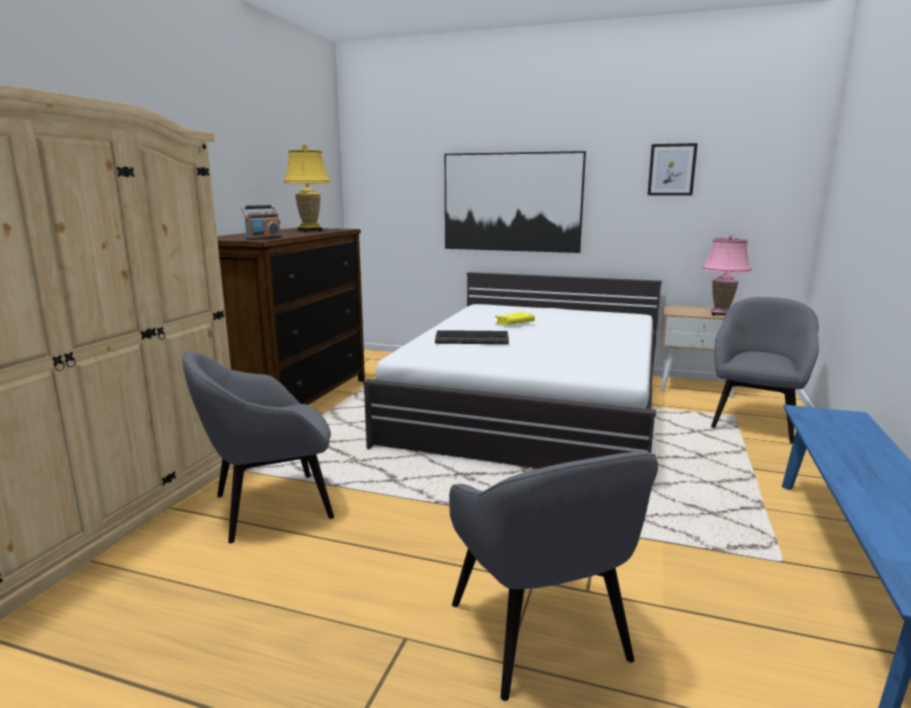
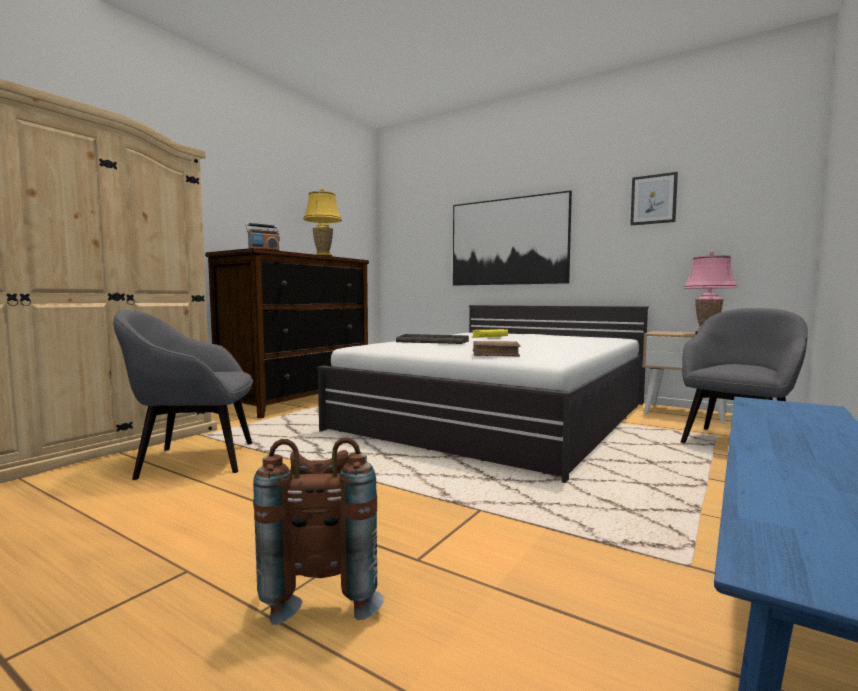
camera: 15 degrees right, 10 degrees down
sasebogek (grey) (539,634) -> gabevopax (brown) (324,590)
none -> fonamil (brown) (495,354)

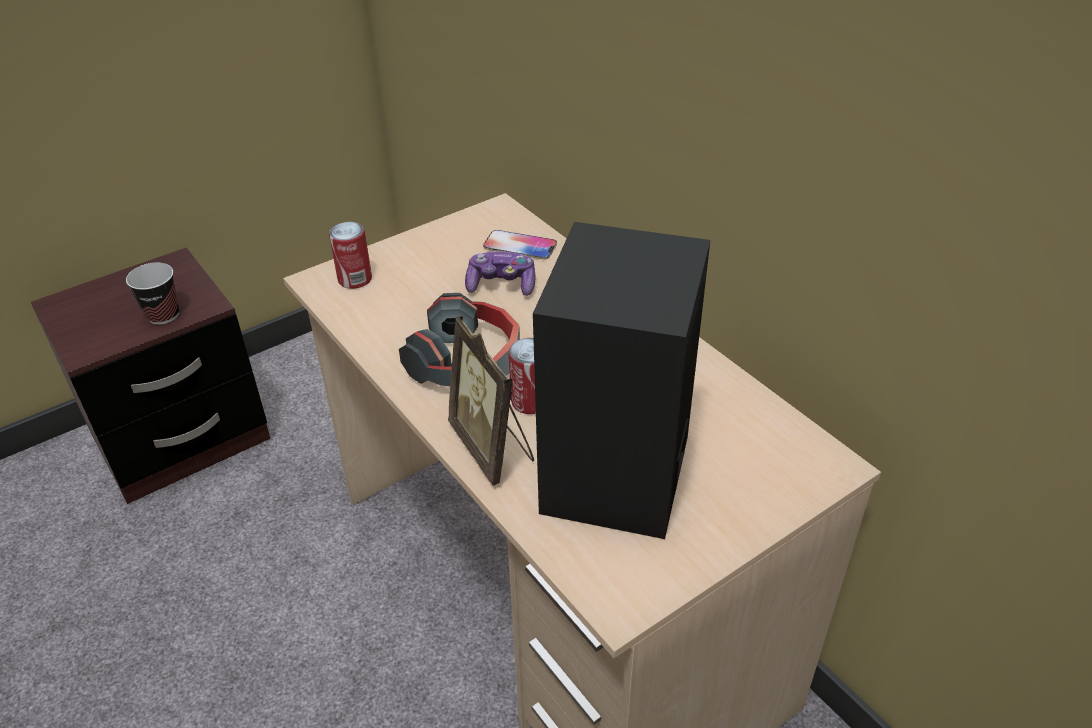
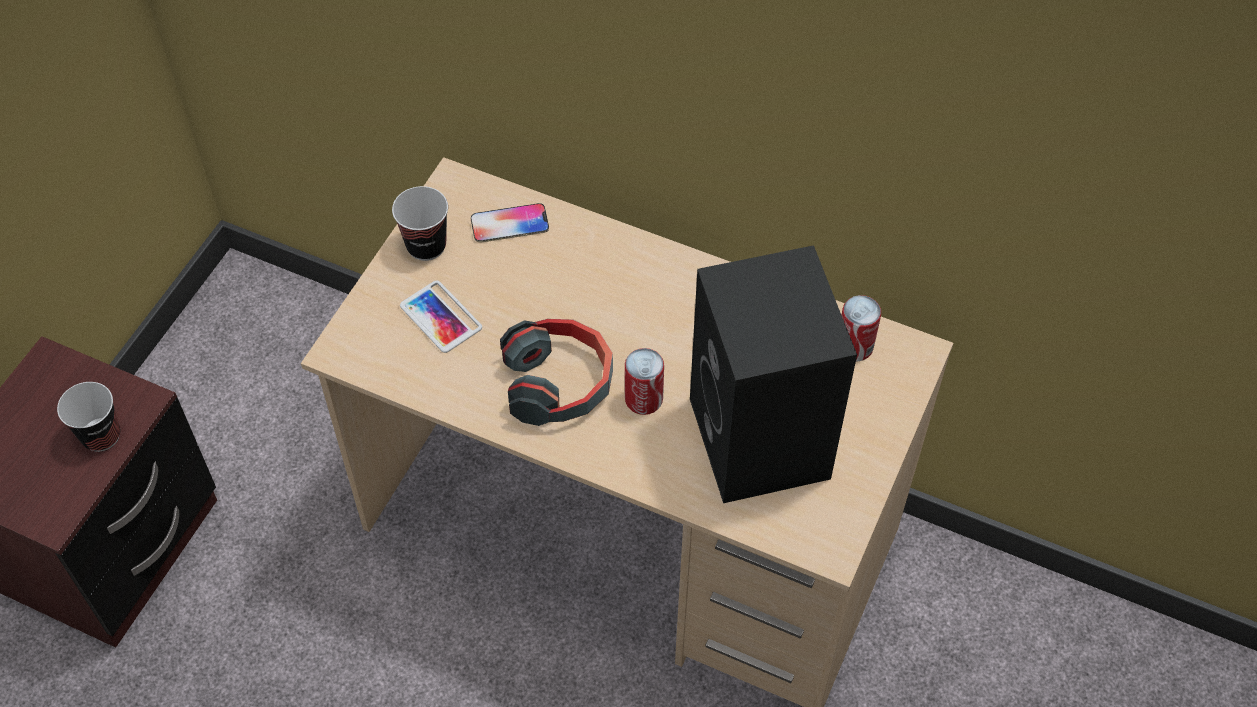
camera: 30 degrees left, 15 degrees up
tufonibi (355,279) -> tufonibi (854,346), shifted
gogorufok (501,285) -> none
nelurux (493,447) -> none
none -> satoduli (426,246)
none -> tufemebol (441,317)

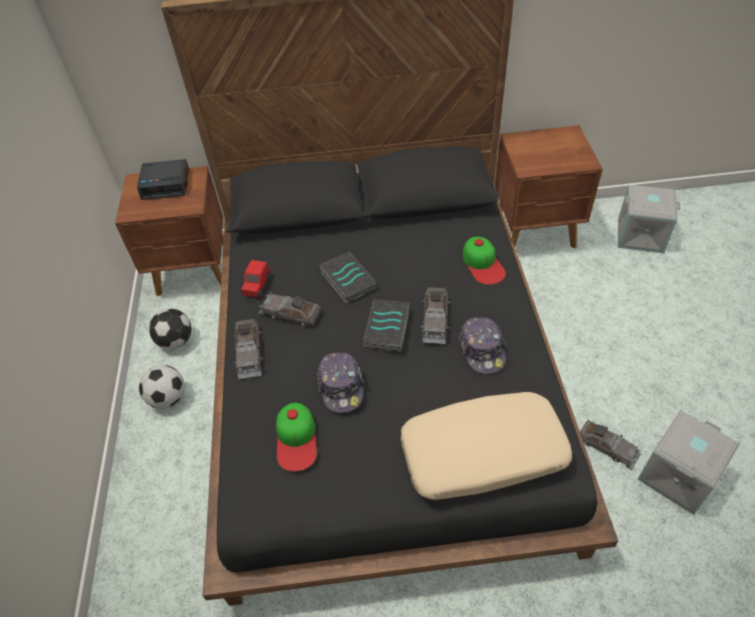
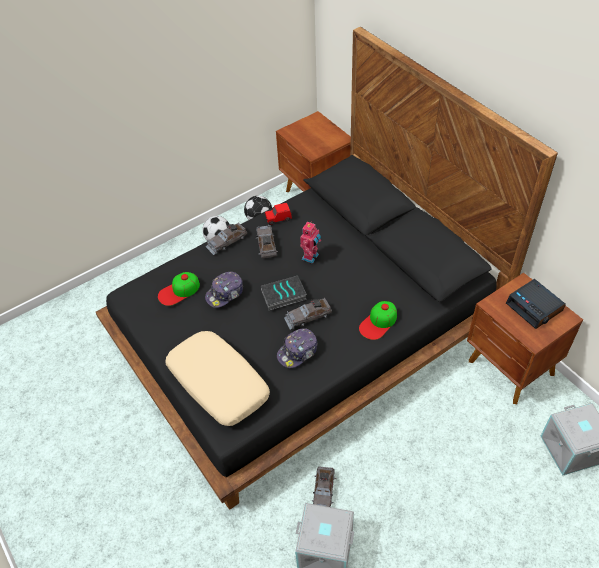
camera: 60 degrees right, 0 degrees up
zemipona (166,184) -> zemipona (534,307), shifted
fonamil (346,280) -> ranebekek (311,257)

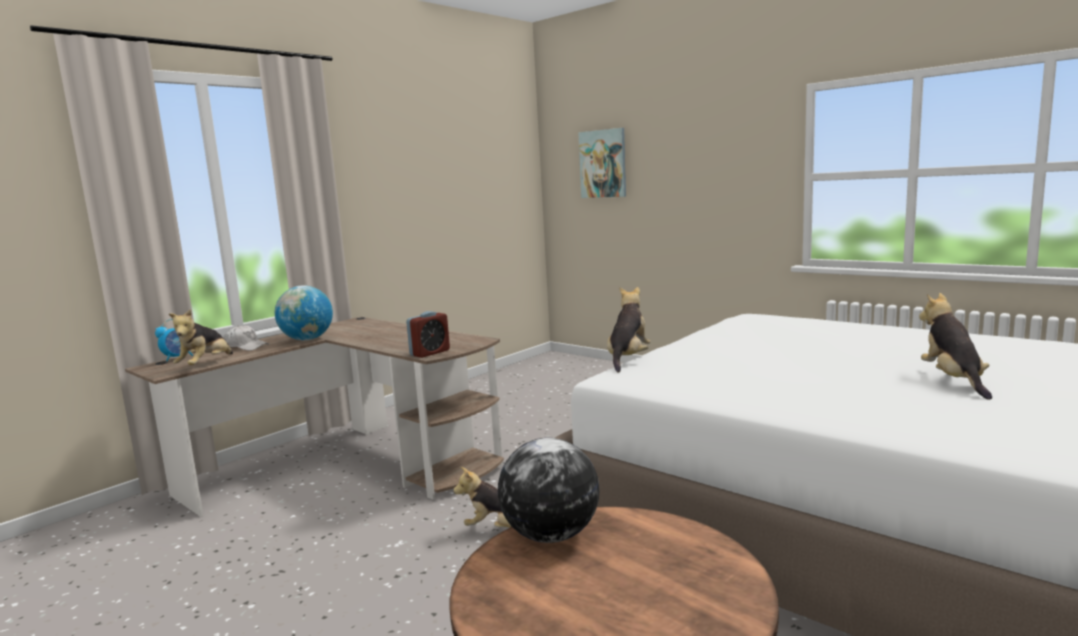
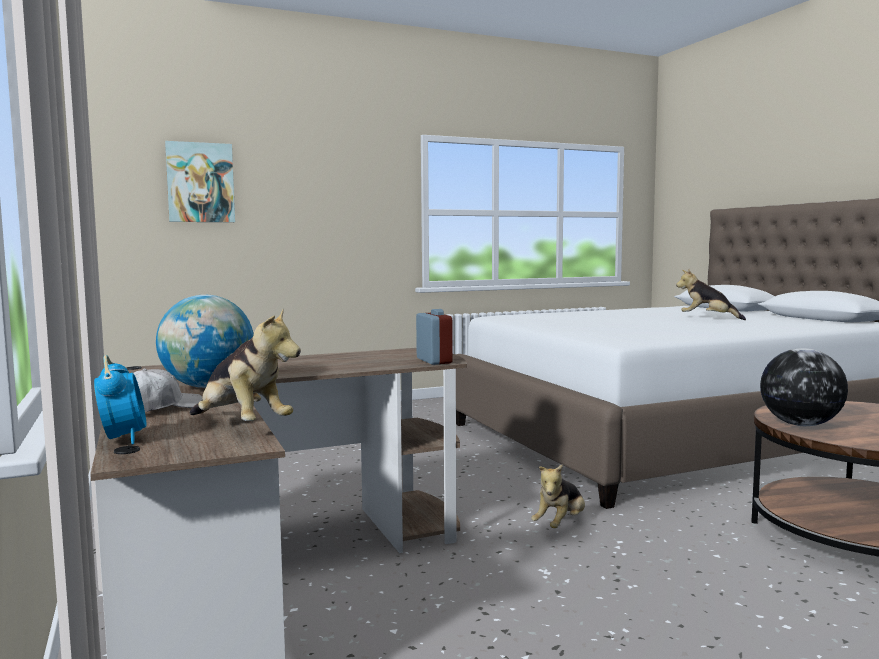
camera: 65 degrees left, 5 degrees down
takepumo (628,359) -> none

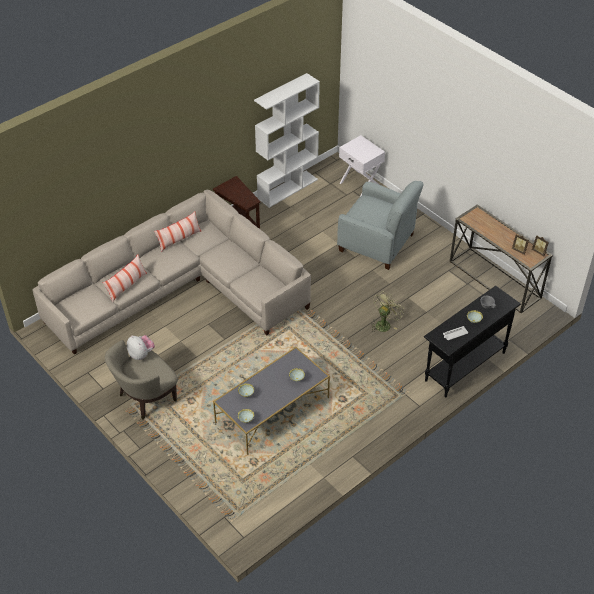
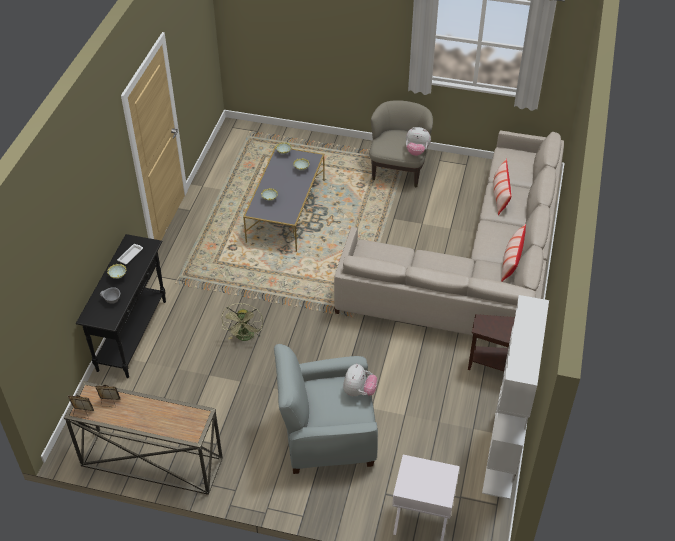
camera: 145 degrees right, 0 degrees up
none -> takepumo (359,391)

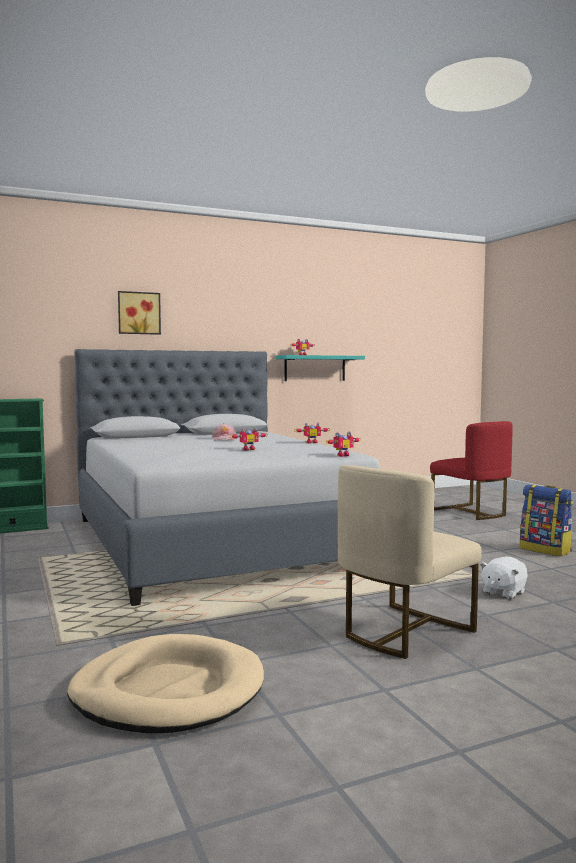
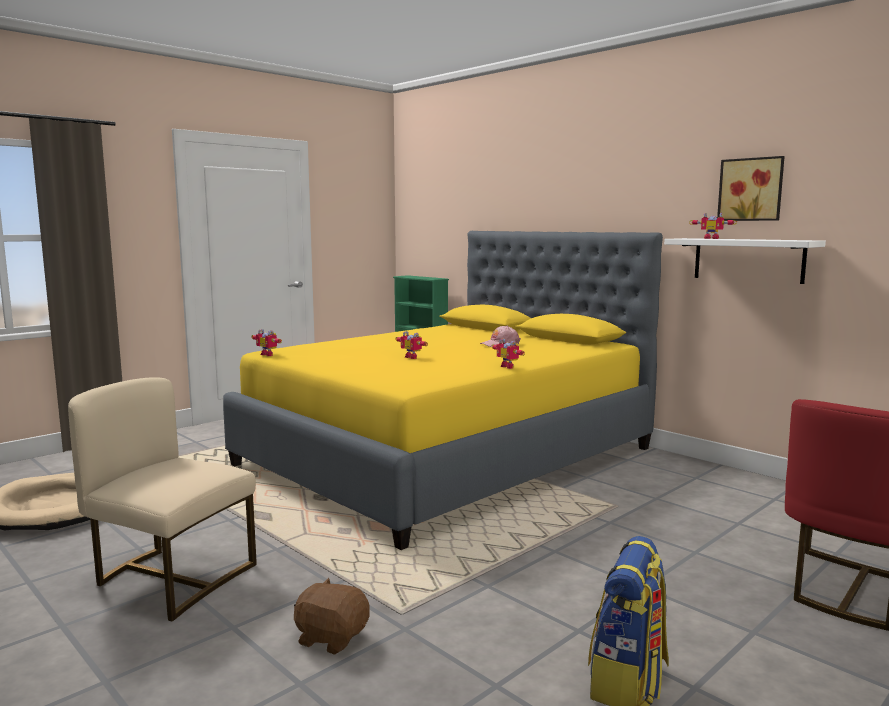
camera: 70 degrees right, 5 degrees up
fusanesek (139,313) -> fusanesek (751,189), shifted
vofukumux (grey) (216,541) -> vofukumux (yellow) (448,456)
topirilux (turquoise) (315,368) -> topirilux (white) (748,260)
ranebekek (341,455) -> ranebekek (269,354), shifted
takepumo (white) (503,592) -> takepumo (brown) (331,637)

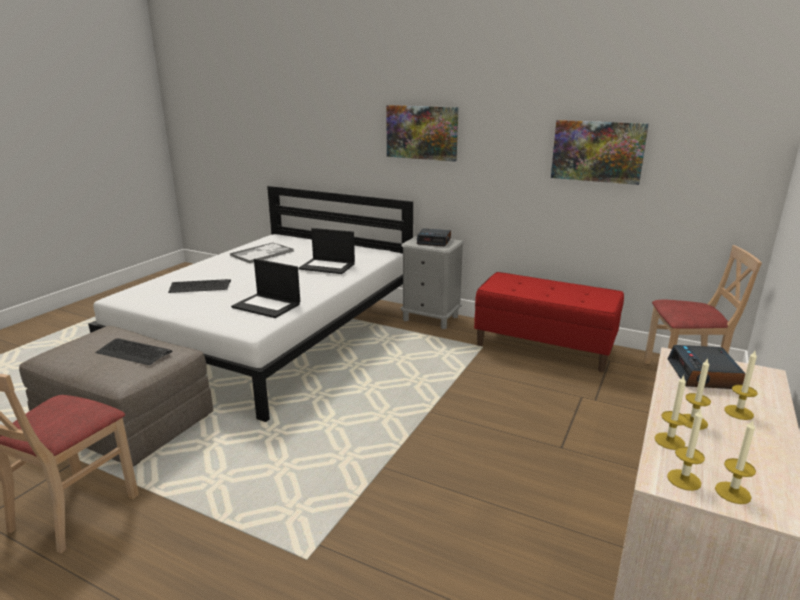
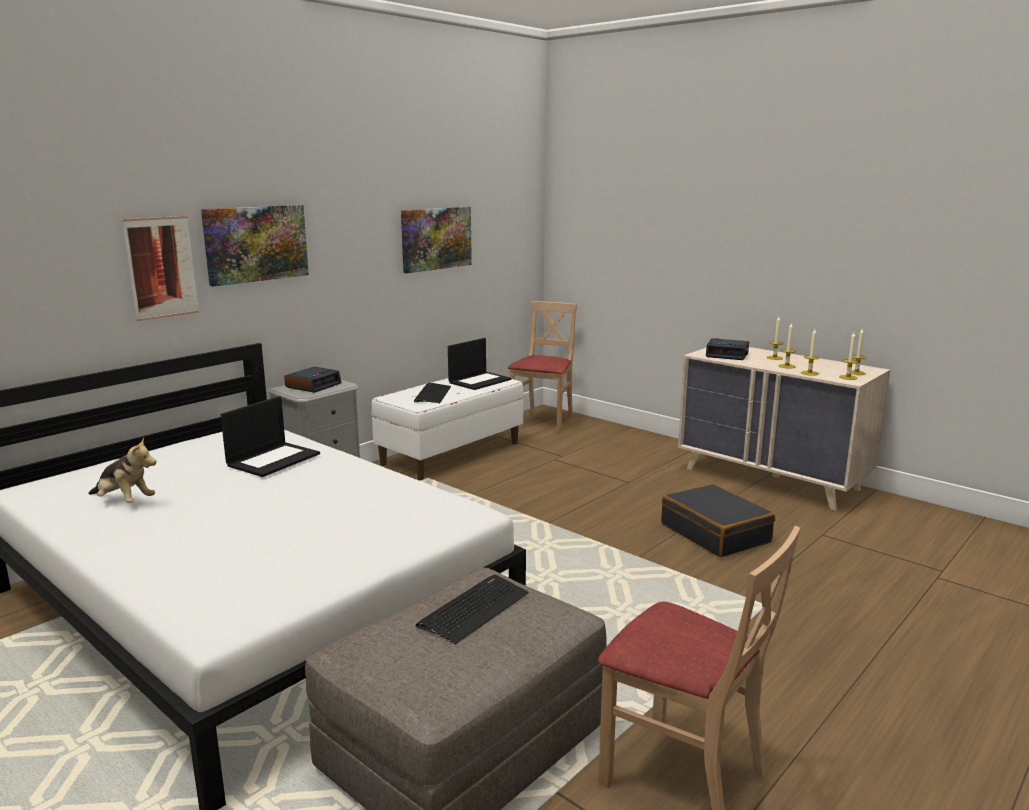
camera: 75 degrees left, 5 degrees down
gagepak (262,253) -> takepumo (124,501)
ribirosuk (267,305) -> ribirosuk (480,381), shifted
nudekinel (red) (544,346) -> nudekinel (white) (451,453)
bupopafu (200,287) -> bupopafu (432,394), shifted
none -> fusanesek (161,267)
none -> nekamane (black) (715,533)

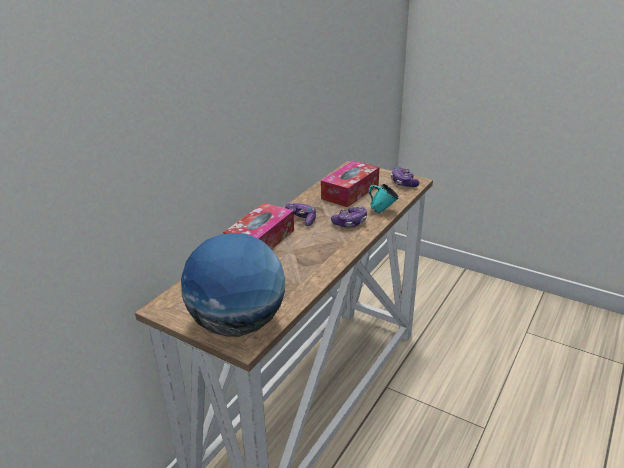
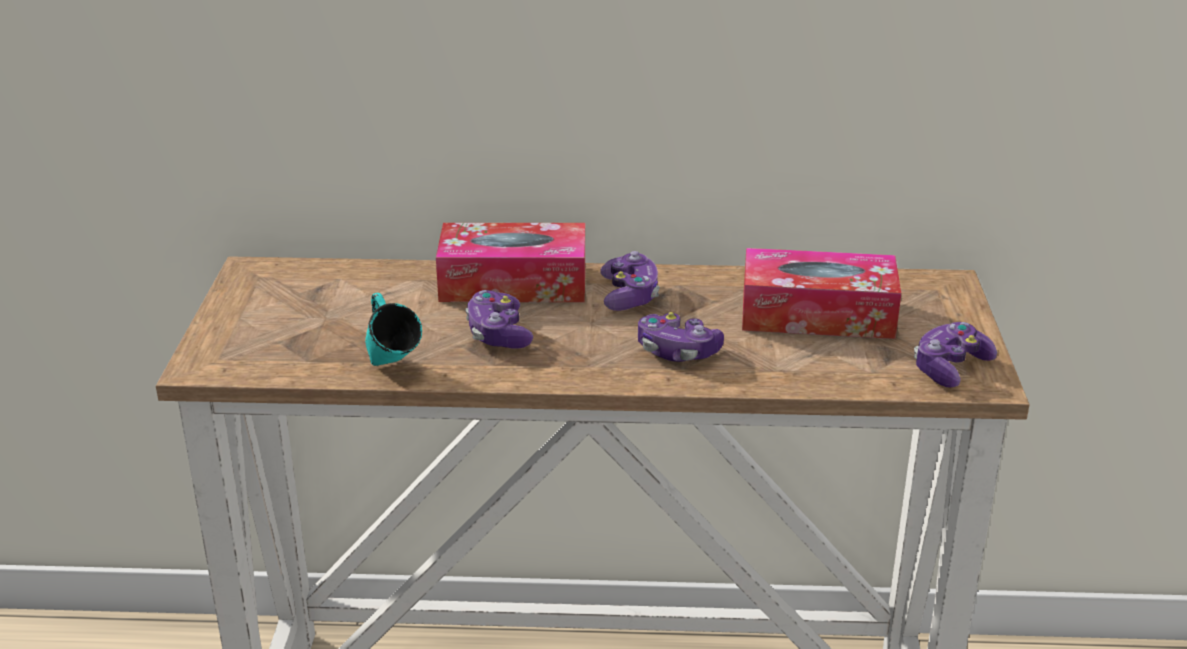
camera: 60 degrees right, 0 degrees up
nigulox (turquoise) (382,211) -> nigulox (turquoise) (392,368), shifted
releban (238,324) -> none
none -> gogorufok (498,334)

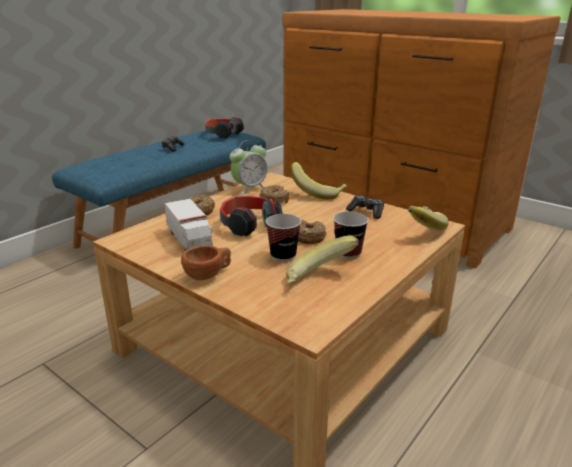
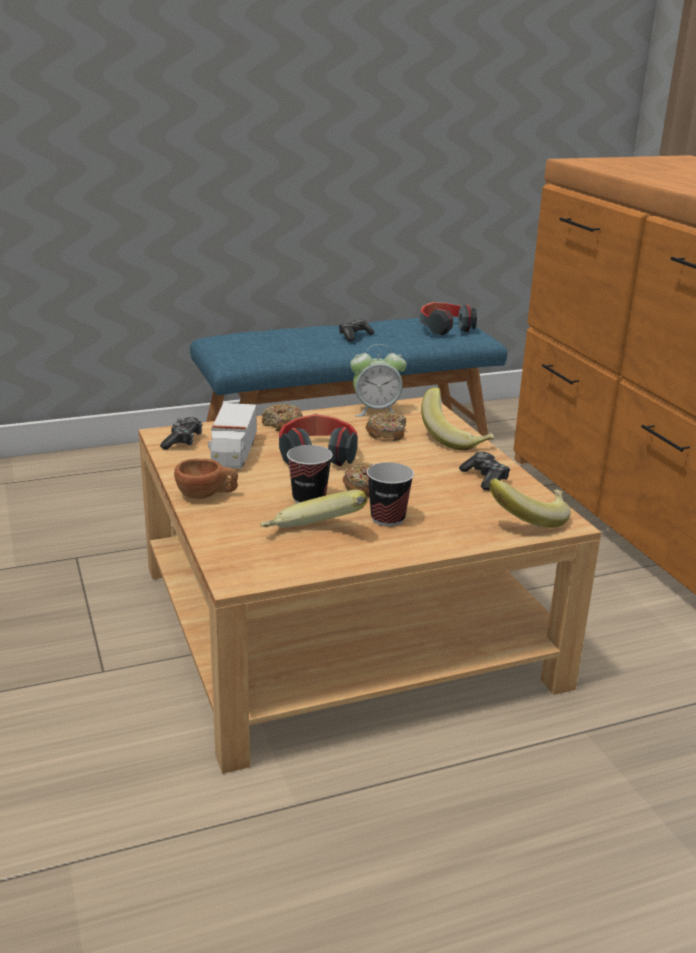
camera: 30 degrees right, 0 degrees up
none -> gogorufok (183,441)

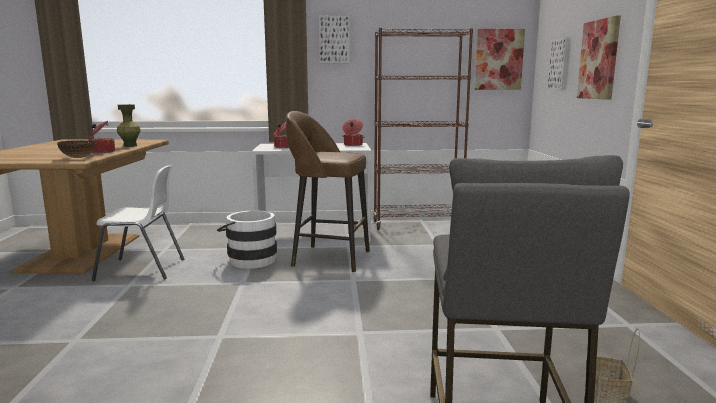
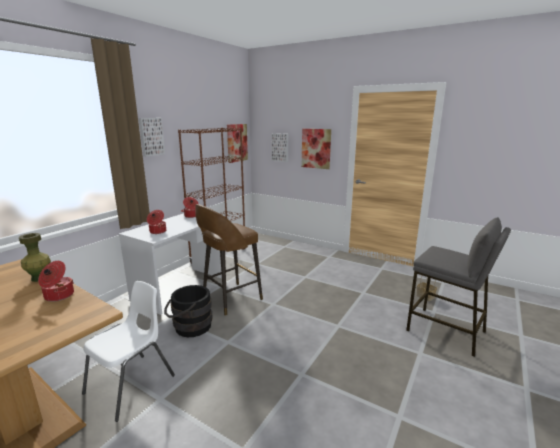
camera: 55 degrees left, 5 degrees up
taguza (78,158) -> none
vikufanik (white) (249,259) -> vikufanik (black) (189,327)

